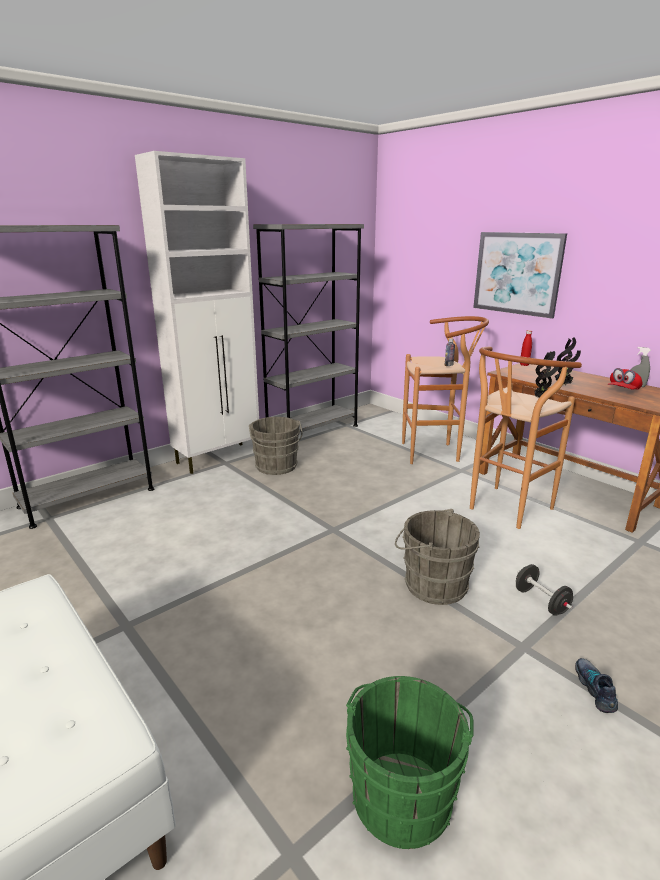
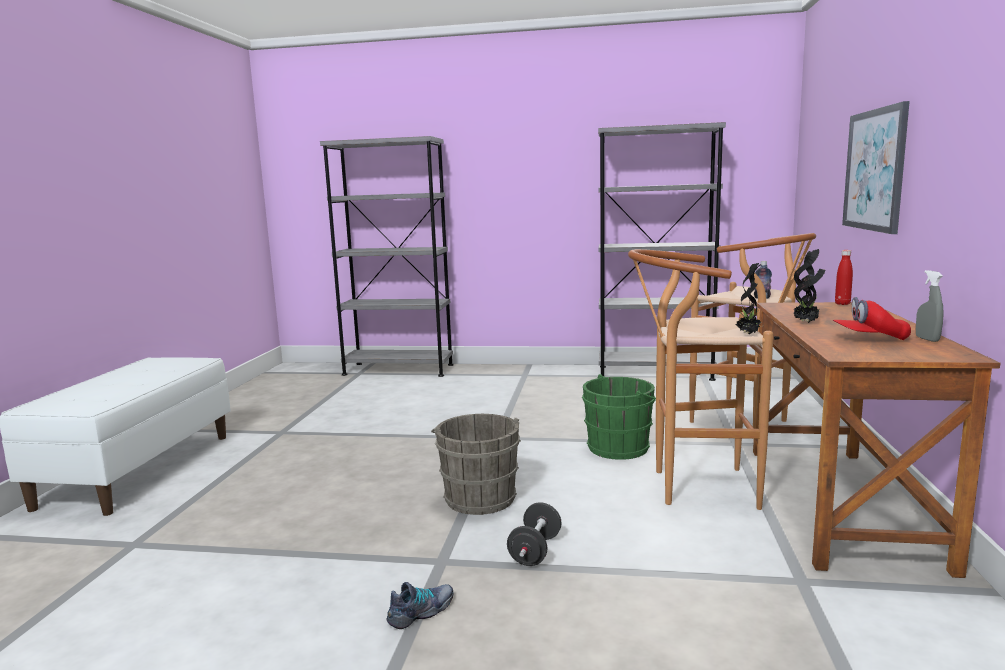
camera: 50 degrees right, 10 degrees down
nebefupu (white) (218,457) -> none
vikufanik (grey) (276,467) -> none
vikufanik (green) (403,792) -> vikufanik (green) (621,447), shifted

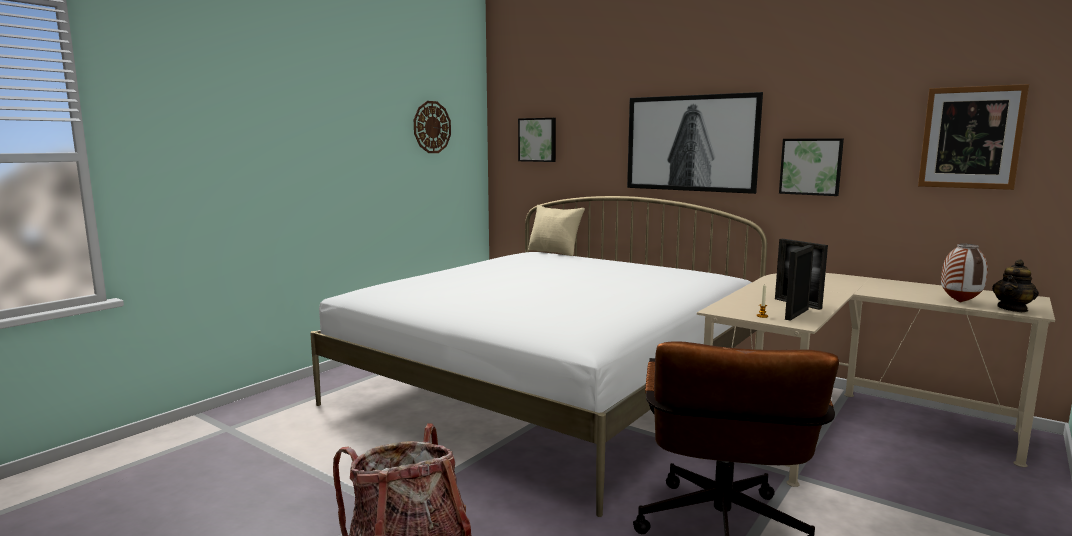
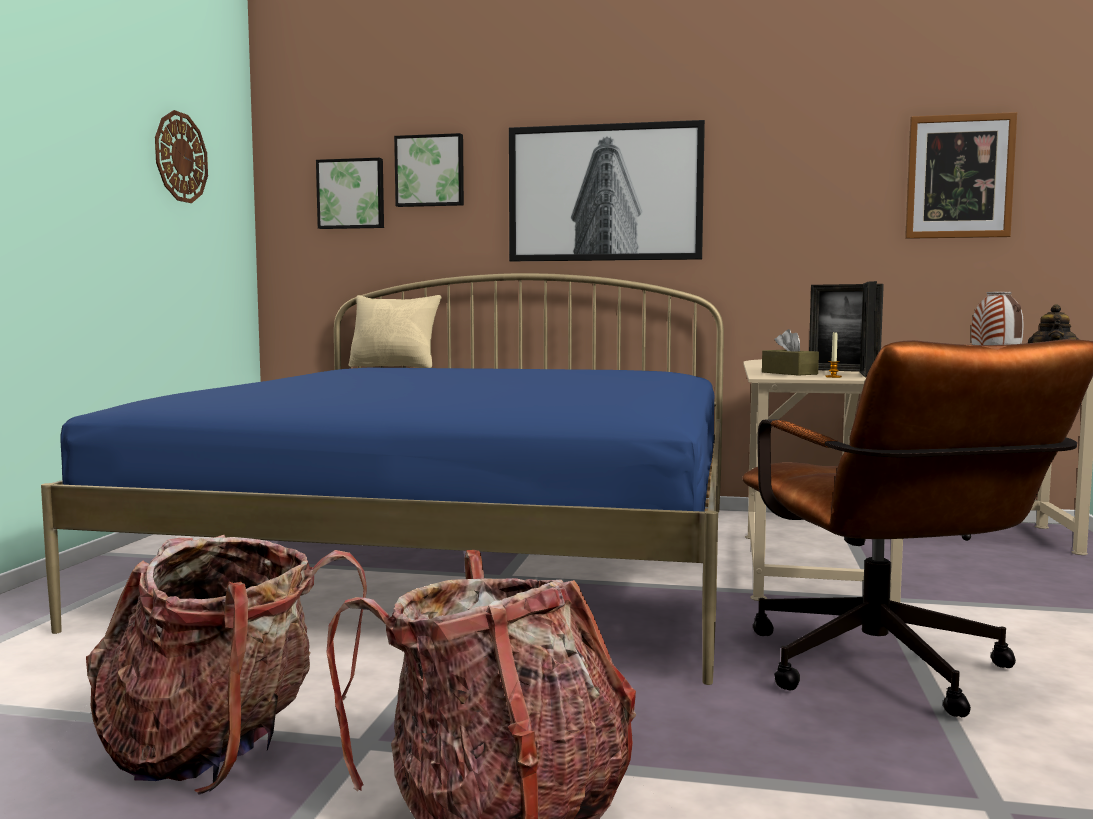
camera: 25 degrees left, 5 degrees down
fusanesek (811,166) -> fusanesek (430,171), shifted
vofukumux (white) (551,388) -> vofukumux (blue) (463,558)
none -> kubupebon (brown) (789,373)
none -> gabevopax (222,752)

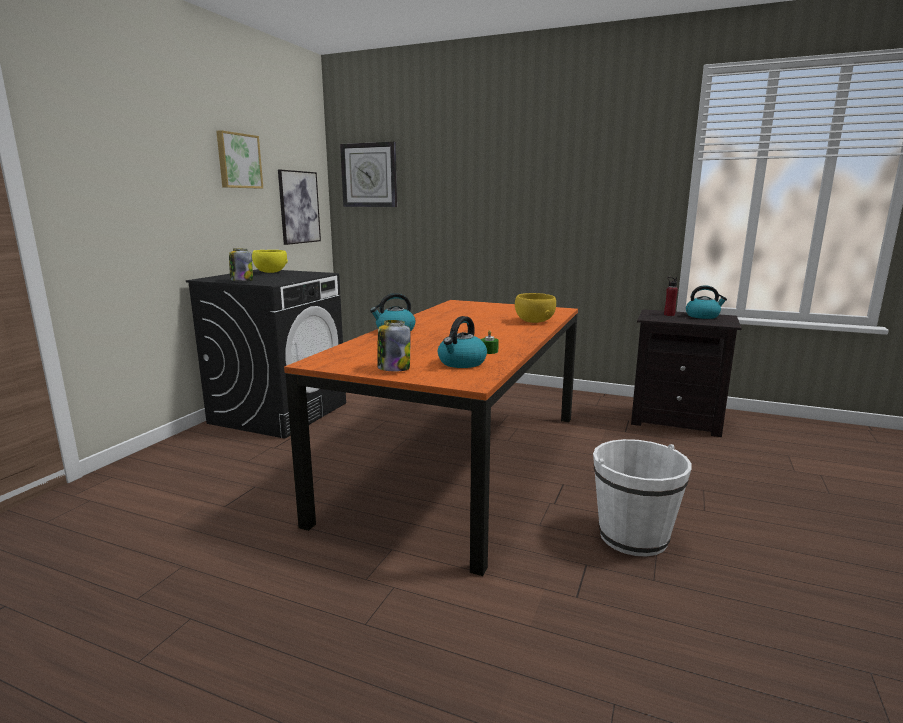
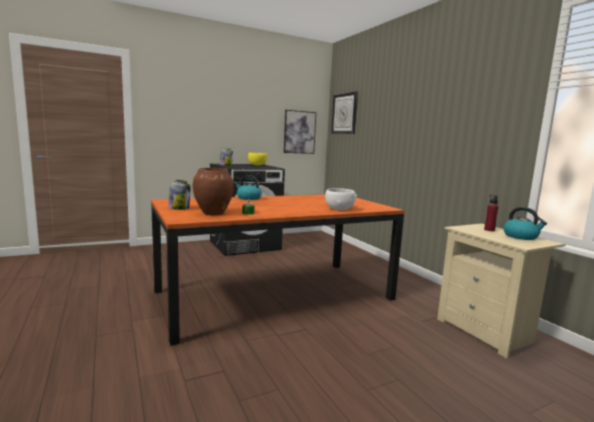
camera: 40 degrees right, 5 degrees down
fusanesek (238,161) -> none
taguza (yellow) (534,321) -> taguza (white) (339,209)
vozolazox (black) (676,420) -> vozolazox (beige) (487,331)
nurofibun (461,363) -> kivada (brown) (213,213)
vikufanik (white) (633,536) -> none

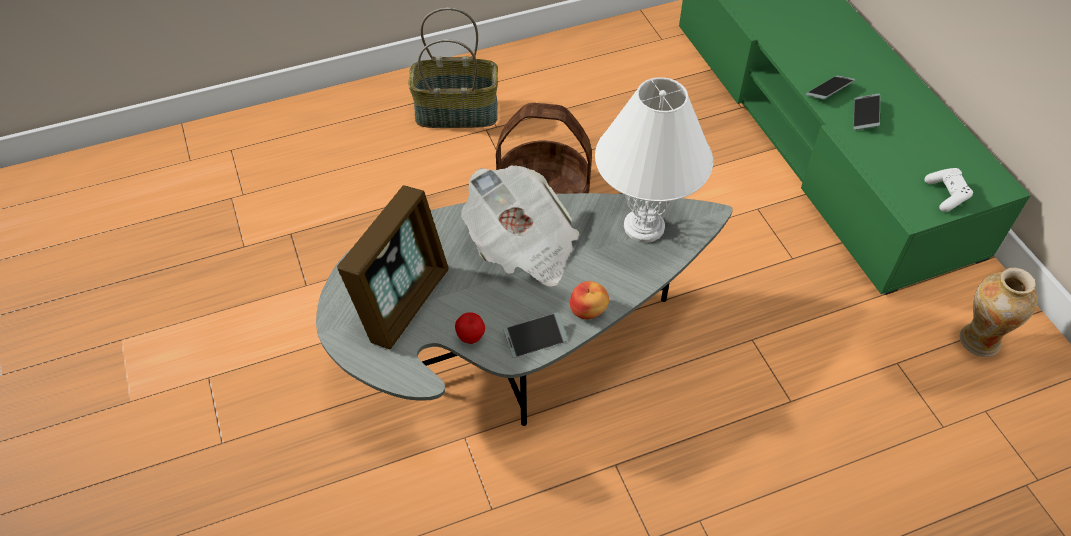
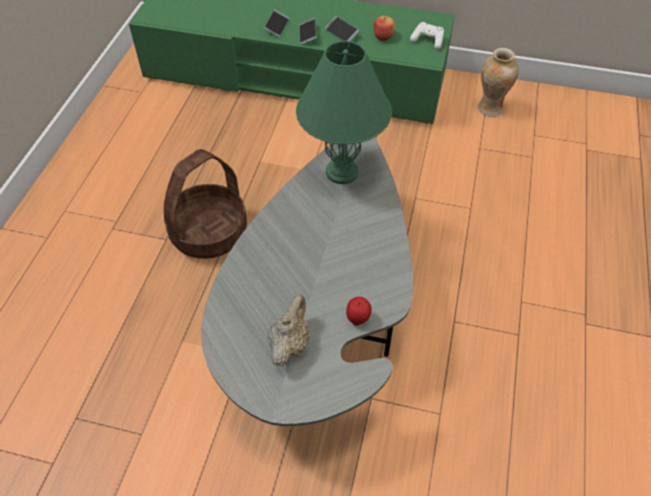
camera: 55 degrees left, 0 degrees up
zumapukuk (457,112) -> none
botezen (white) (643,226) -> botezen (green) (341,172)
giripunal (522,246) -> none
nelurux (403,302) -> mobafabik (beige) (289,344)
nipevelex (588,311) -> nipevelex (383,37), shifted
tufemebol (535,338) -> tufemebol (277,27), shifted

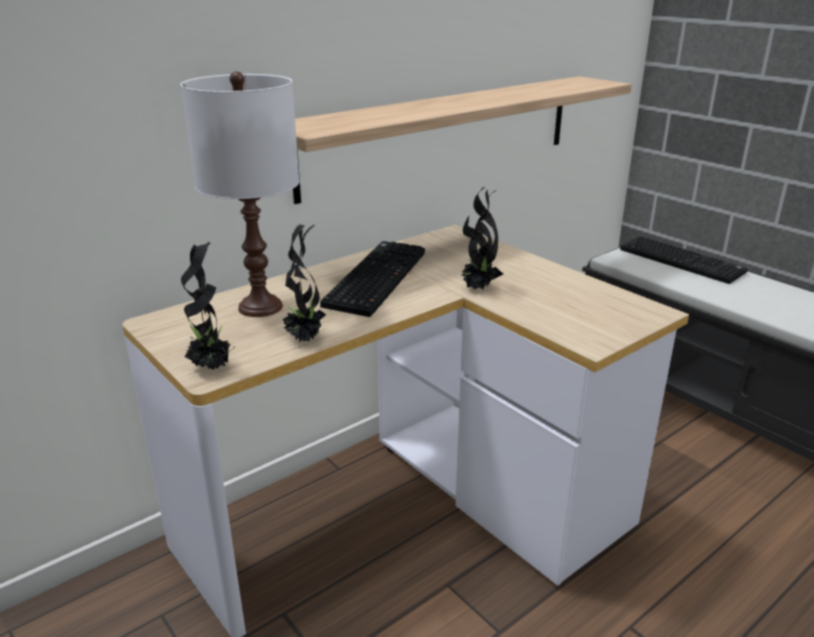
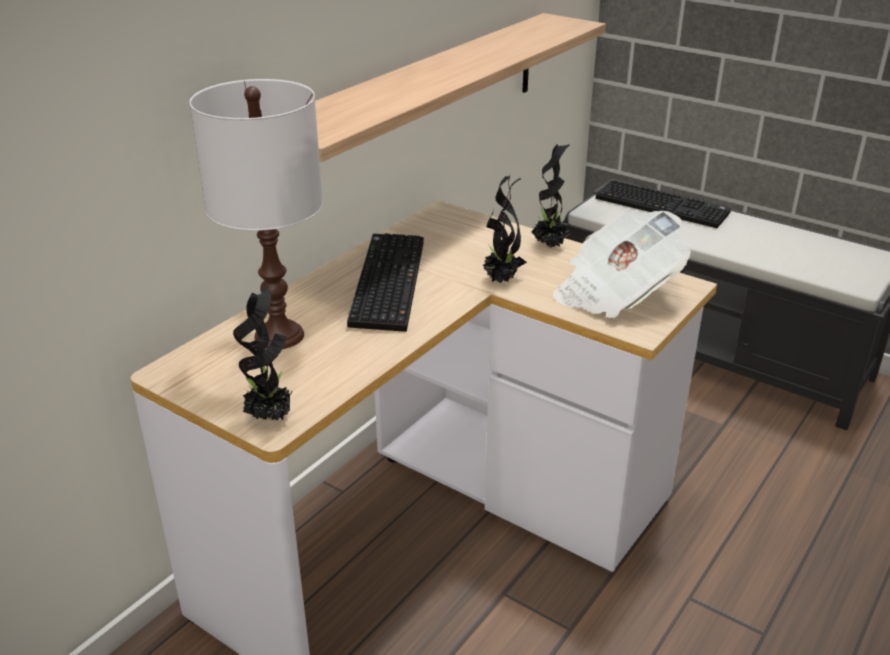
camera: 15 degrees left, 5 degrees up
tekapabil (305,339) -> tekapabil (550,246), shifted
none -> giripunal (615,293)

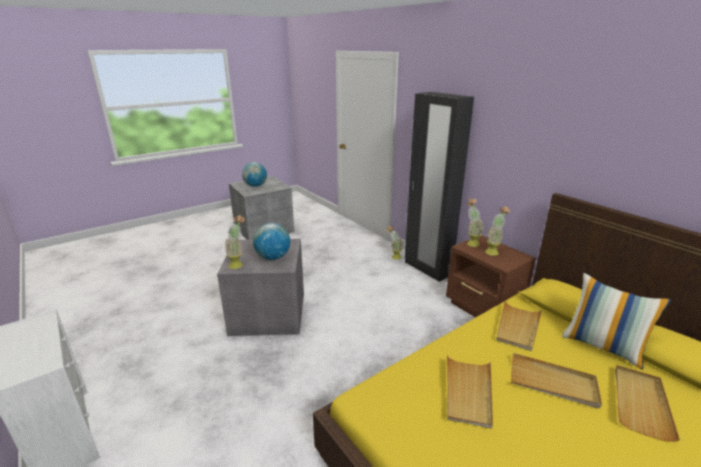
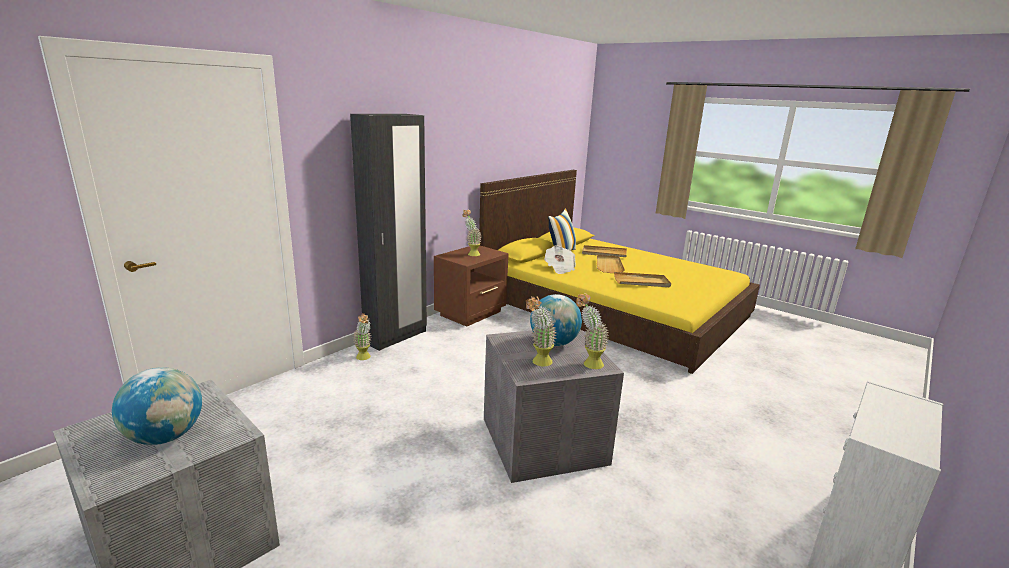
camera: 105 degrees left, 5 degrees down
tekapabil (471,242) -> tekapabil (538,363), shifted
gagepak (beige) (517,327) -> giripunal (559,268)

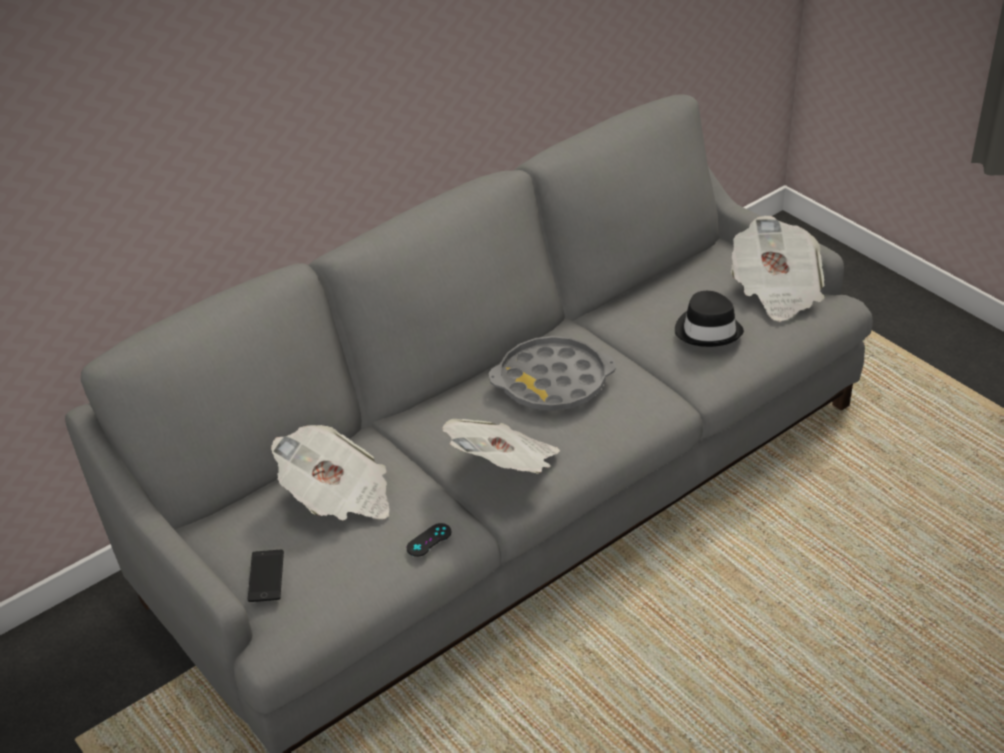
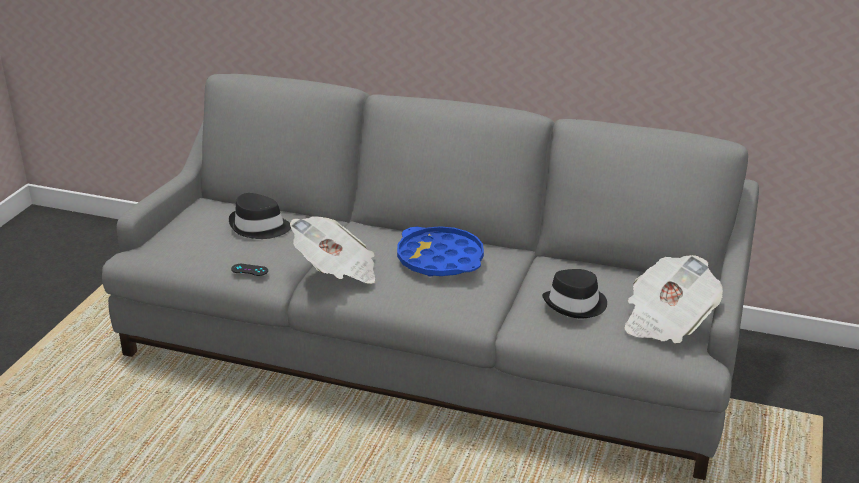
camera: 55 degrees right, 10 degrees down
gagepak (grey) (552,382) -> gagepak (blue) (440,259)
giripunal (338,497) -> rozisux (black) (259,227)
tufemebol (266,576) -> none

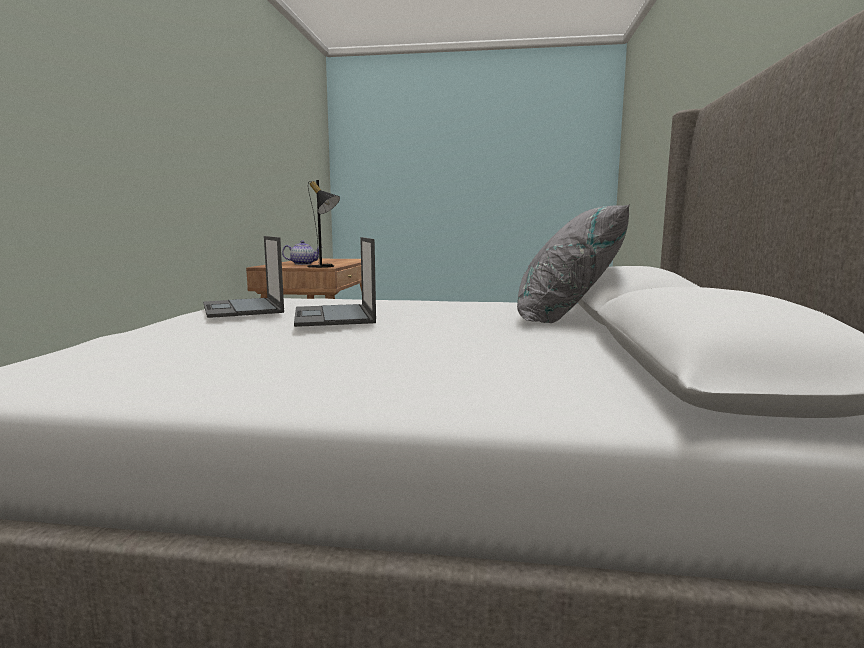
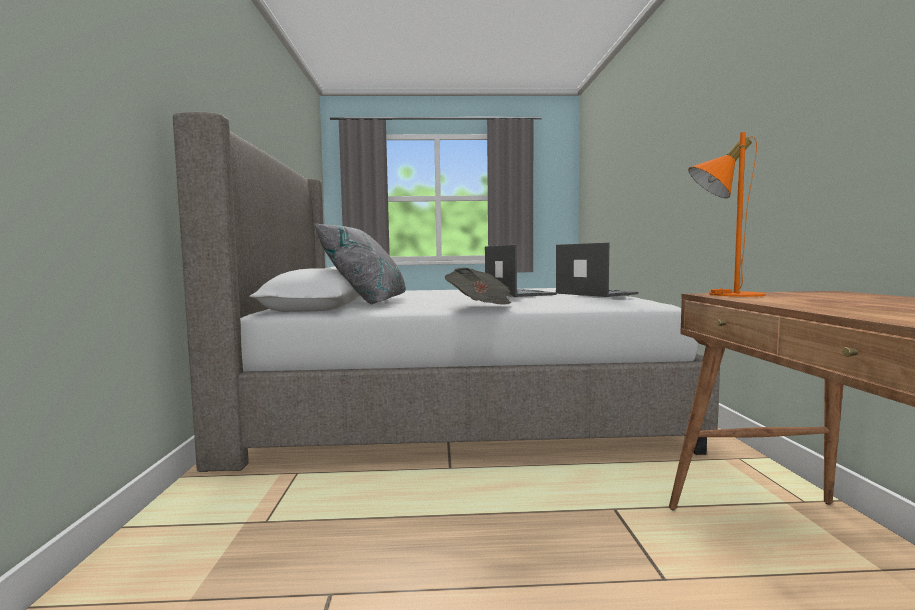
camera: 170 degrees right, 5 degrees down
botezen (black) (324,266) -> botezen (orange) (724,294)
mobafabik (303,264) -> none
none -> giripunal (482,307)

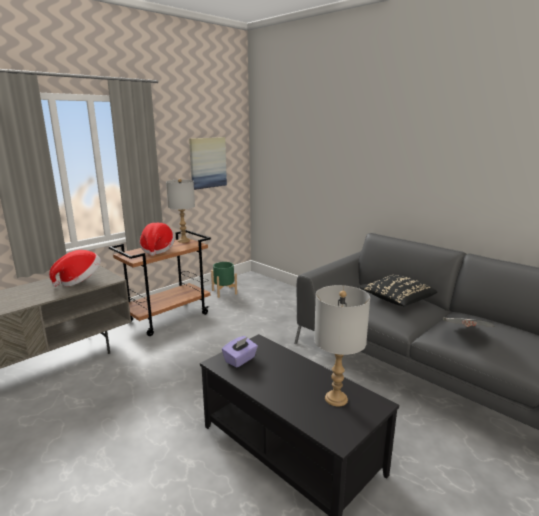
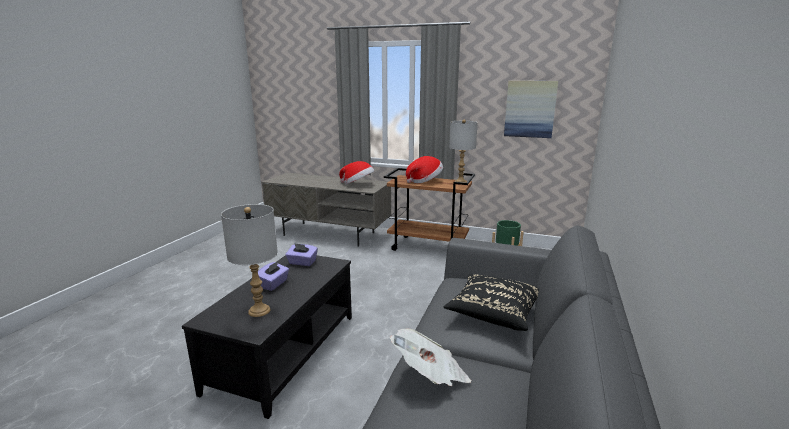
camera: 65 degrees right, 0 degrees up
none -> kubupebon (purple) (273,284)

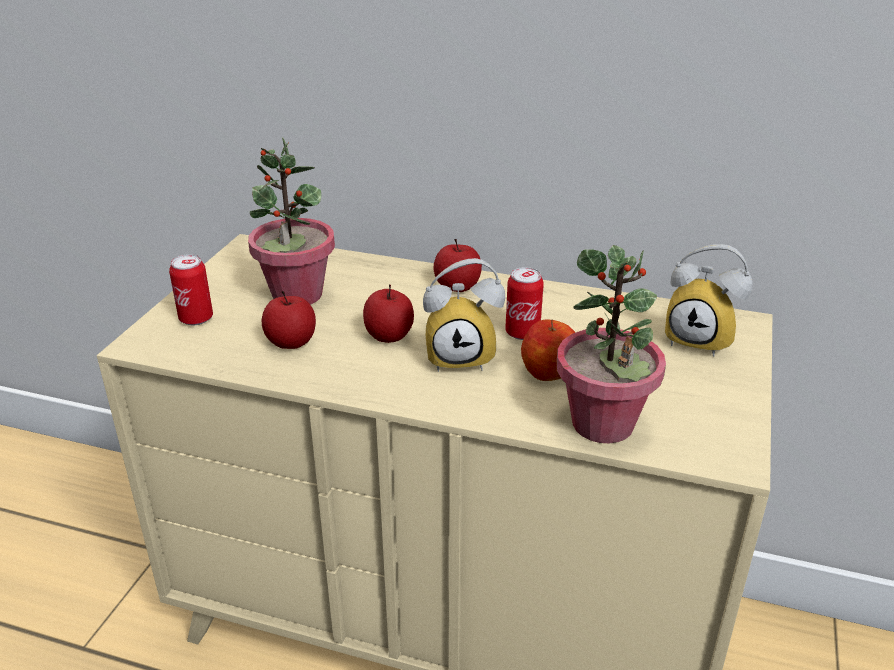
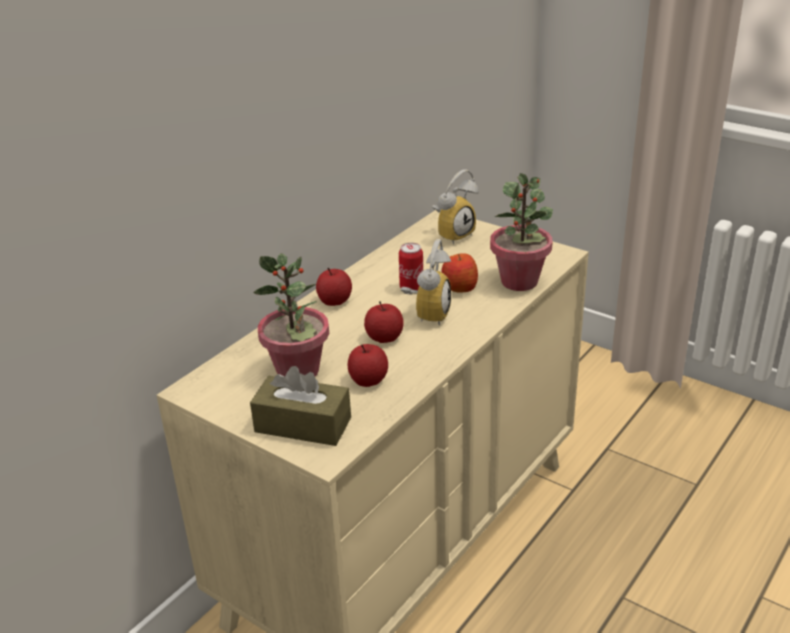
camera: 70 degrees left, 0 degrees up
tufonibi (196,318) -> kubupebon (brown) (303,425)

